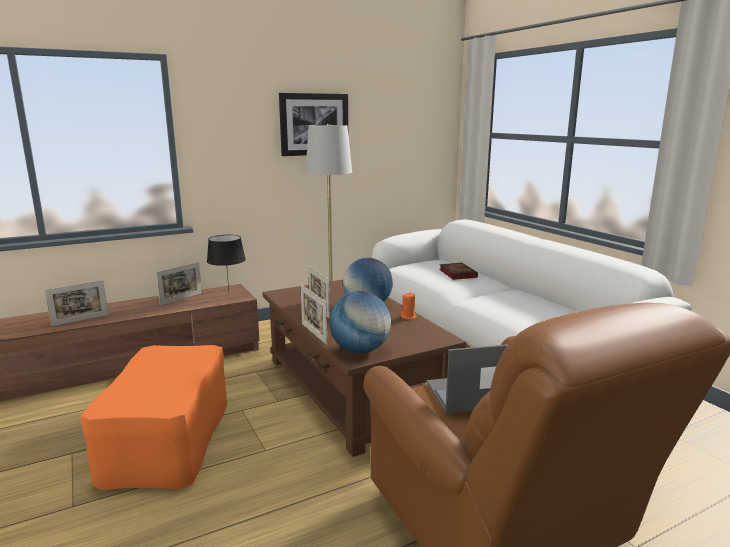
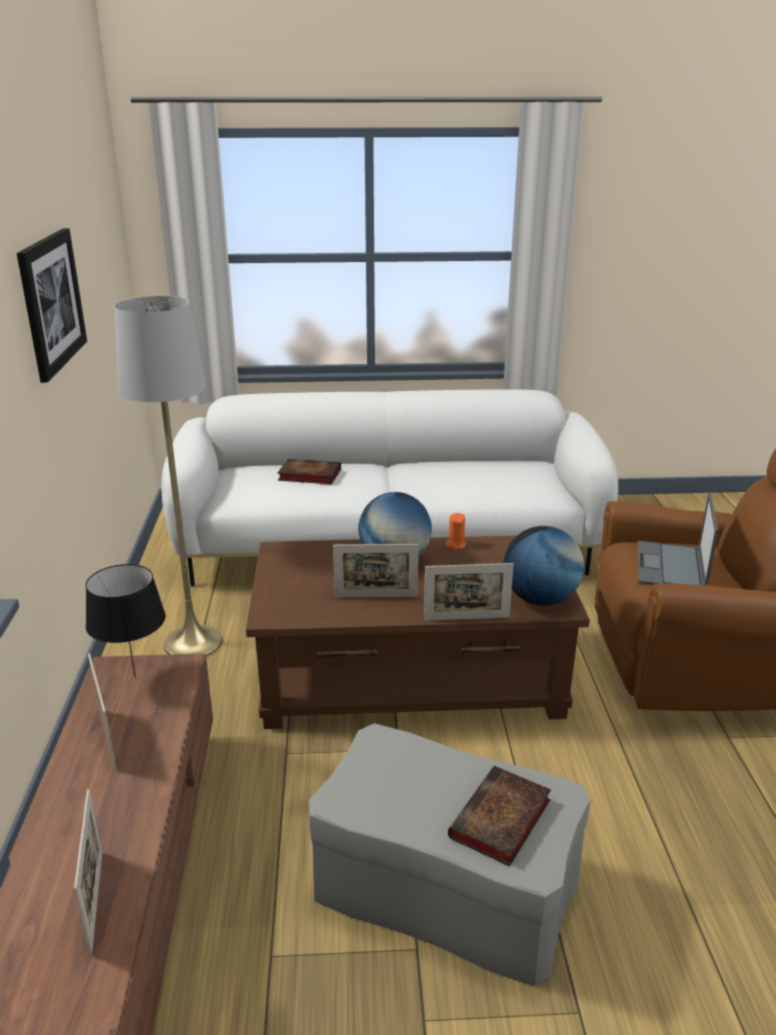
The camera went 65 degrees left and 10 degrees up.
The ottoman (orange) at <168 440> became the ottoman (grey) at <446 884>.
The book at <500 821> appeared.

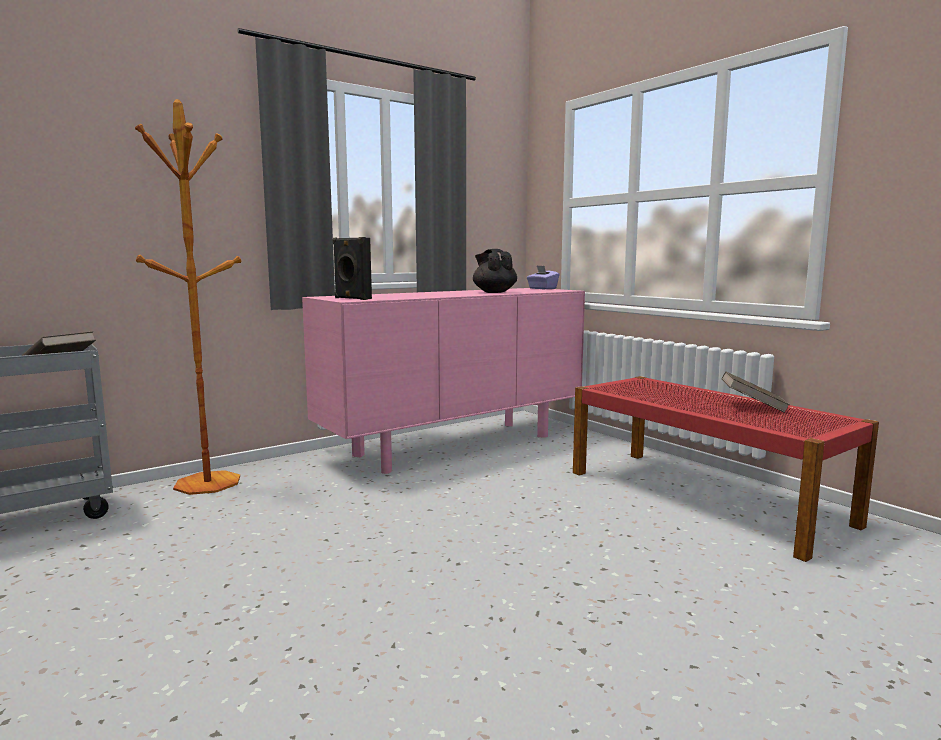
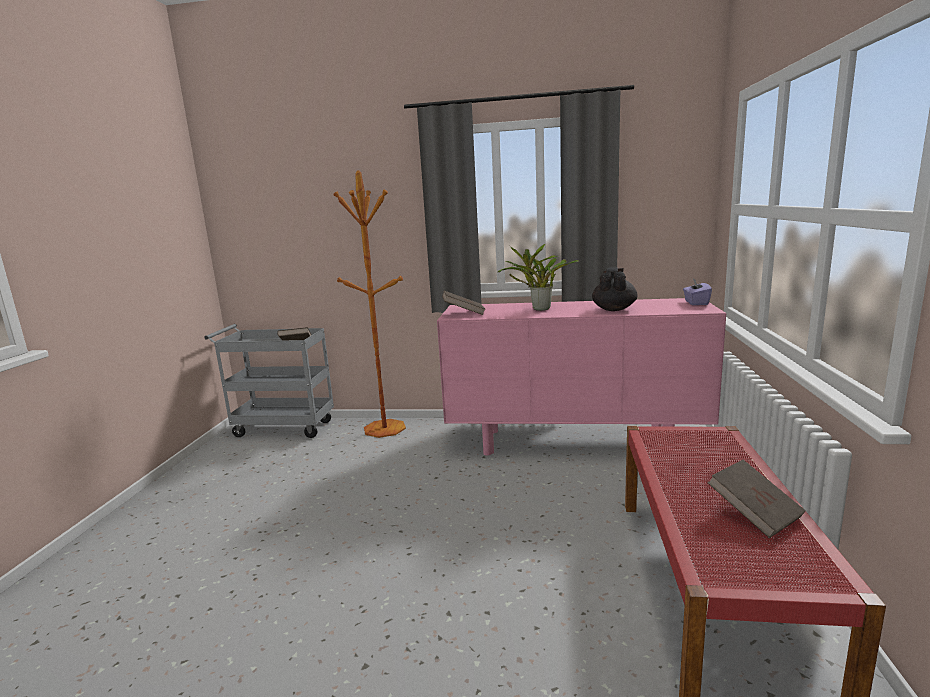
The camera went 45 degrees right and 5 degrees up.
The speaker (black) at <352 298> was replaced by the book (brown) at <463 313>.
The potted plant at <538 309> appeared.

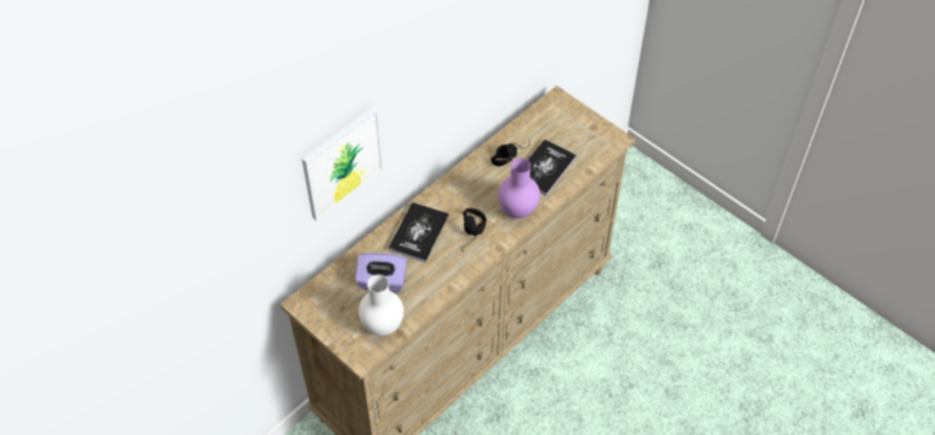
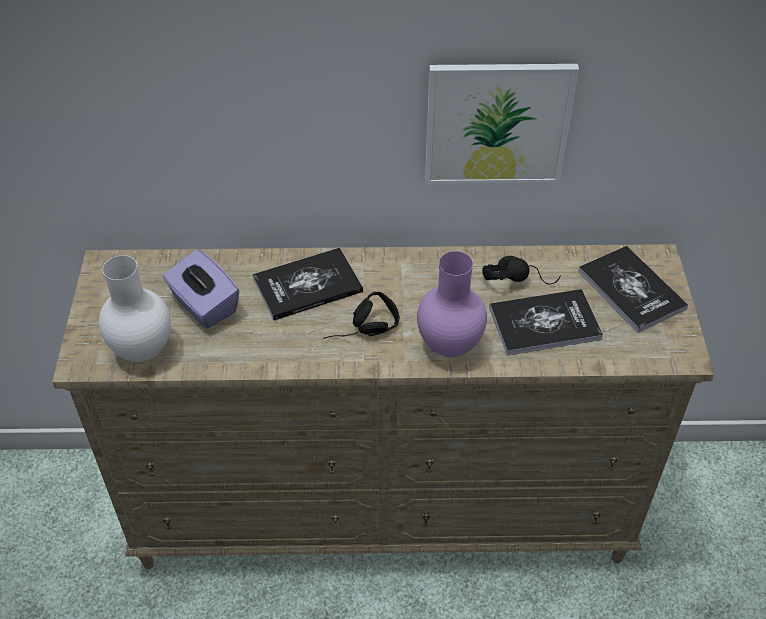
The camera went 45 degrees right and 5 degrees down.
The picture moved from <342 162> to <497 123>.
The book at <631 290> appeared.

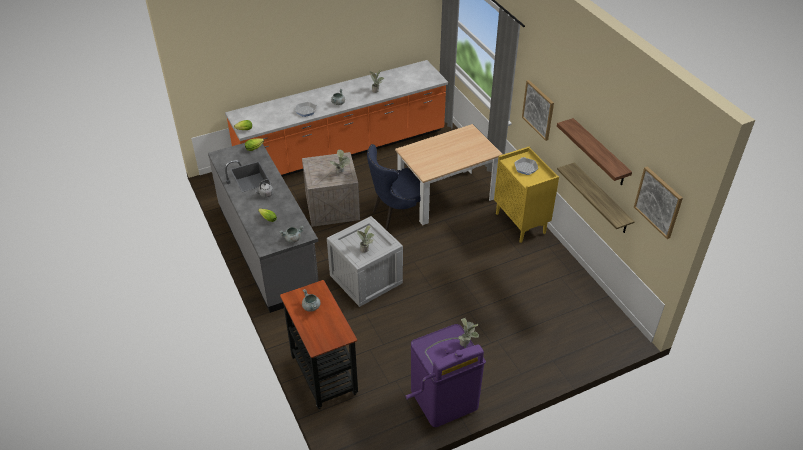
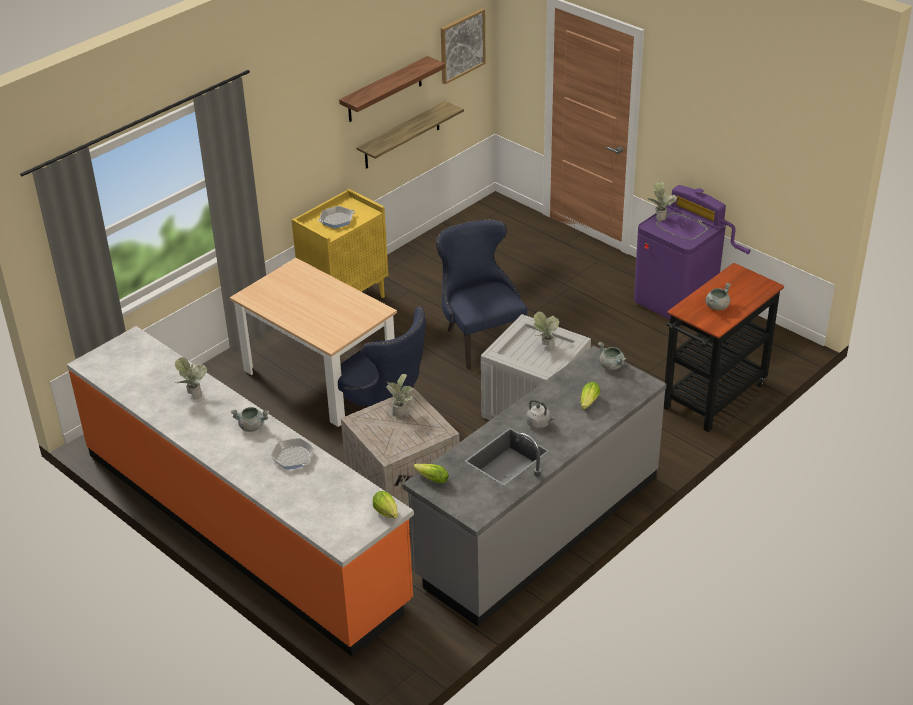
The camera went 110 degrees left and 5 degrees down.
The picture at <538 110> disappeared.
The chair (blue) at <480 340> appeared.

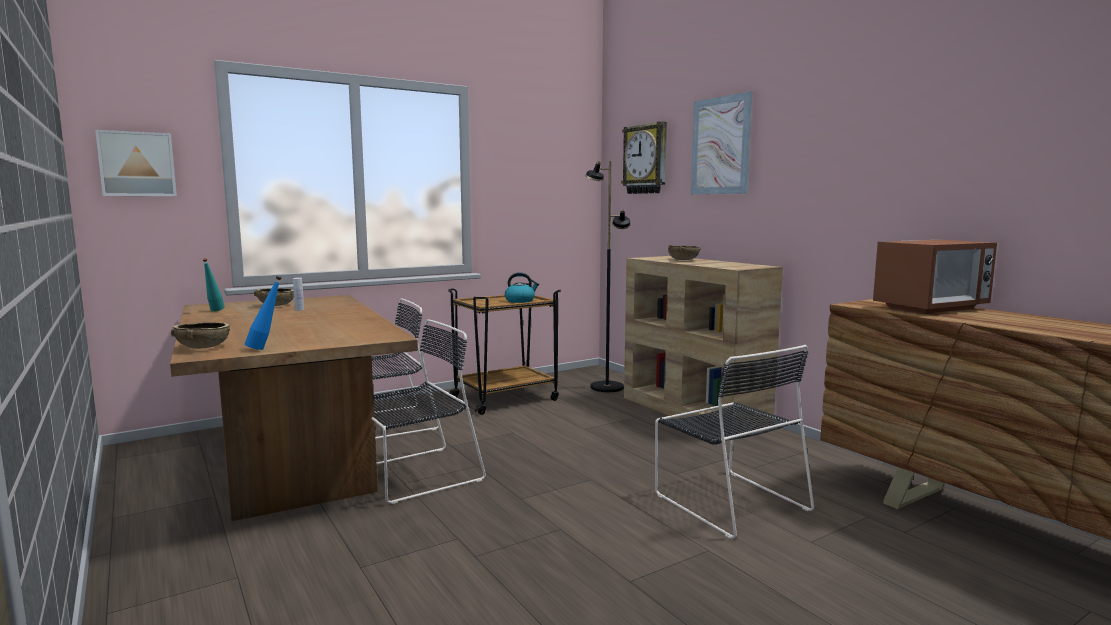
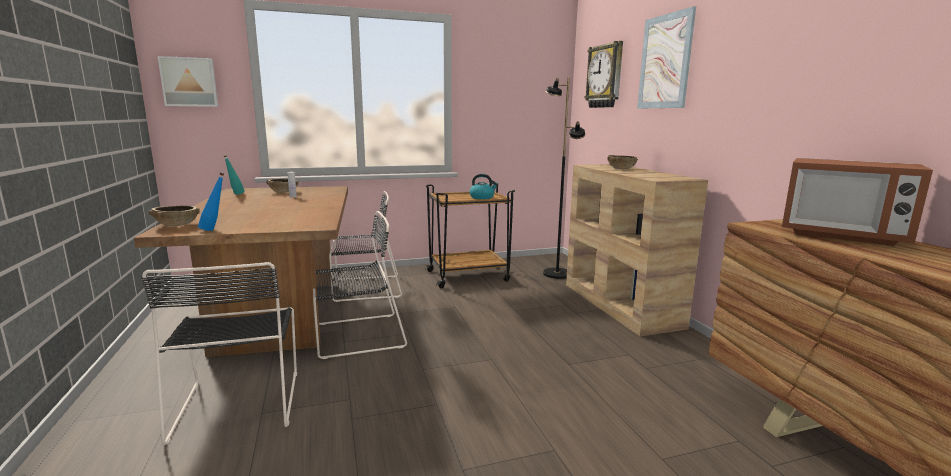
The camera went 15 degrees right and 5 degrees up.
The microwave at <931 308> turned 45 degrees clockwise.
The chair (black) moved from <728 500> to <239 401>.

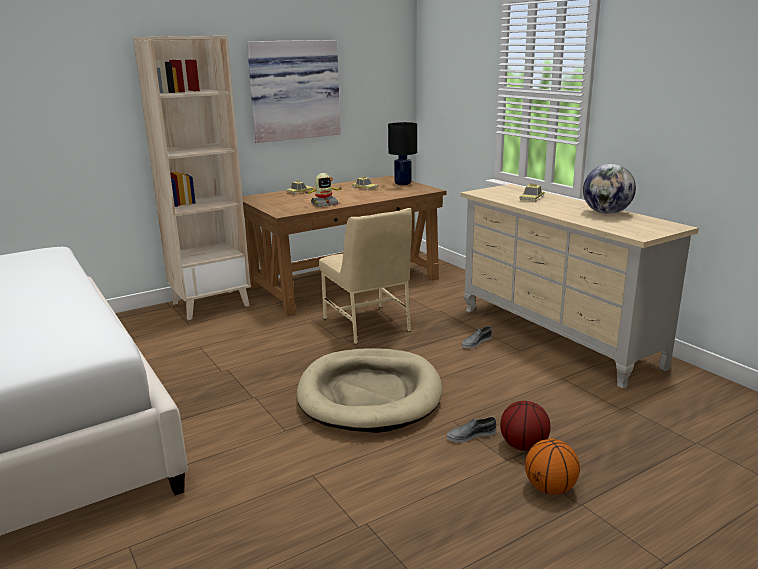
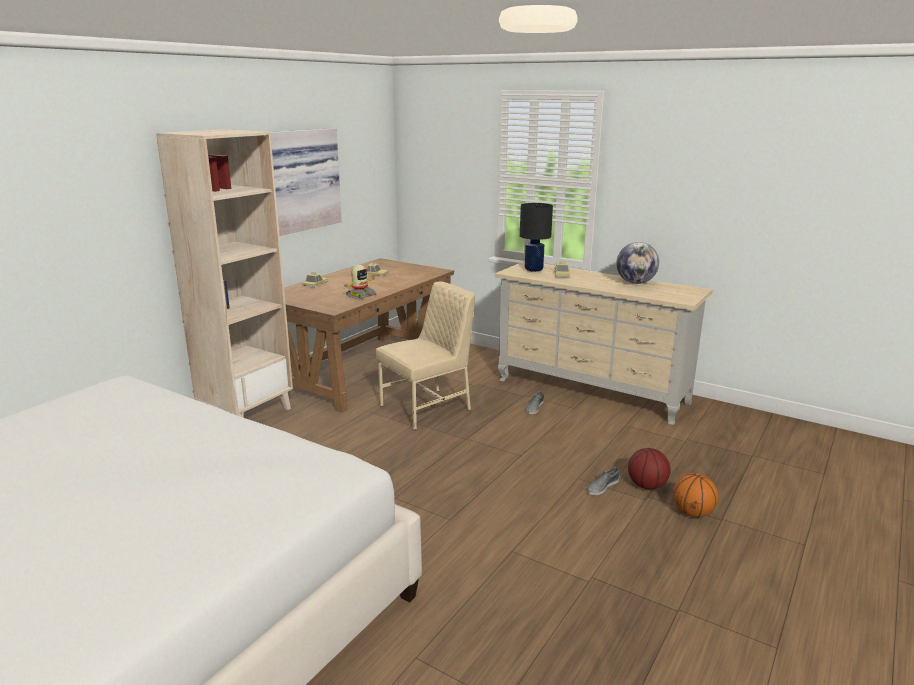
The camera went 25 degrees left and 0 degrees up.
The table lamp (black) moved from <402 184> to <533 270>.
The chair (beige) at <368 325> turned 75 degrees counterclockwise.
The dog bed (beige) at <370 394> disappeared.

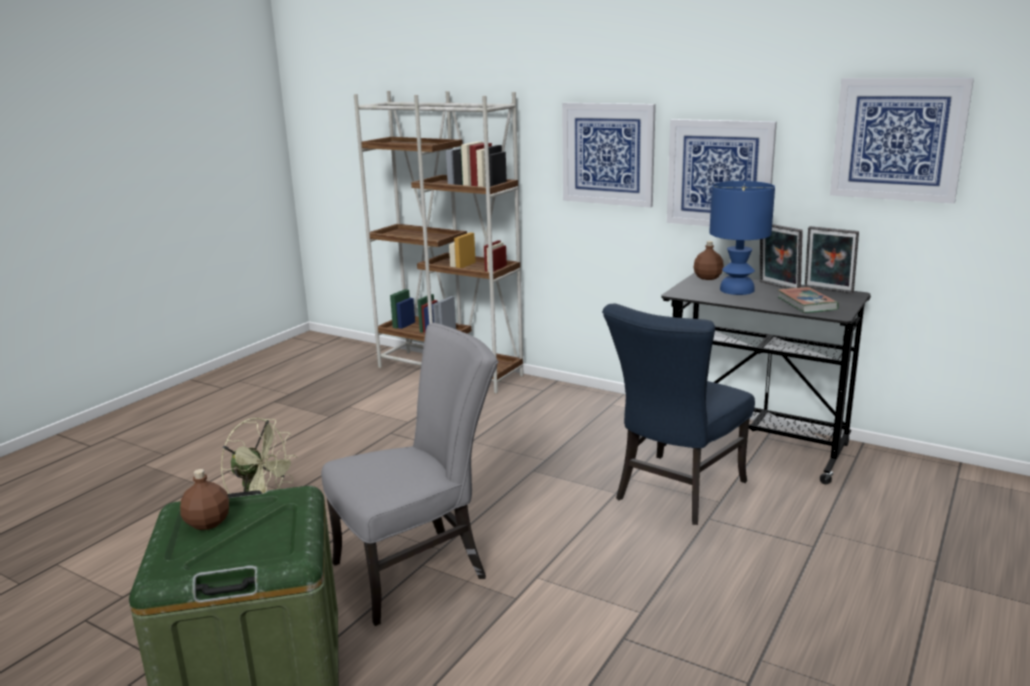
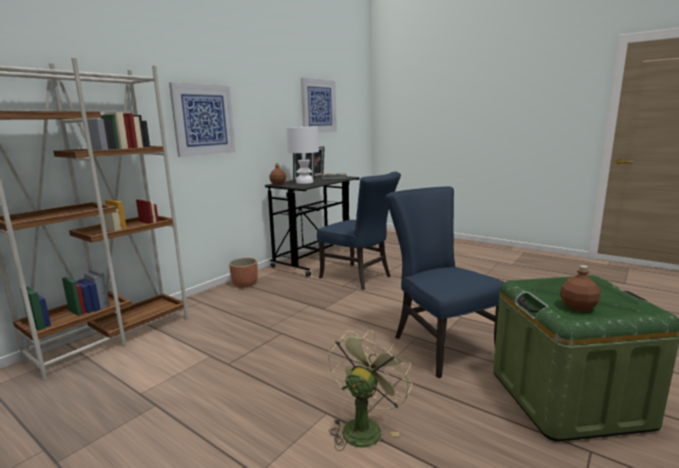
The camera went 85 degrees left and 5 degrees down.
The picture at <719 174> disappeared.
The table lamp (blue) at <736 290> became the table lamp (white) at <304 182>.
The chair (grey) at <419 569> became the chair (blue) at <439 344>.
The planter at <245 284> appeared.

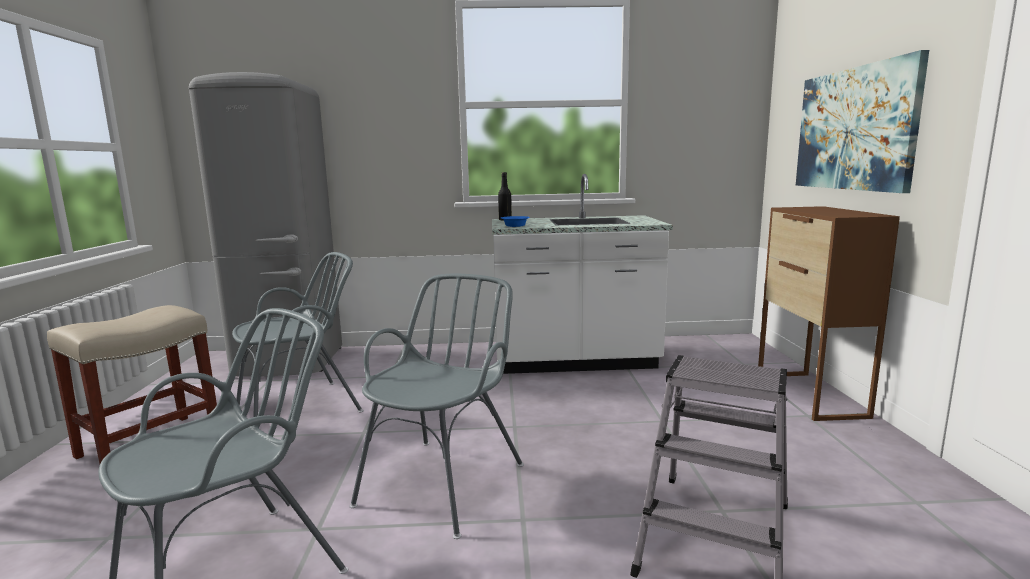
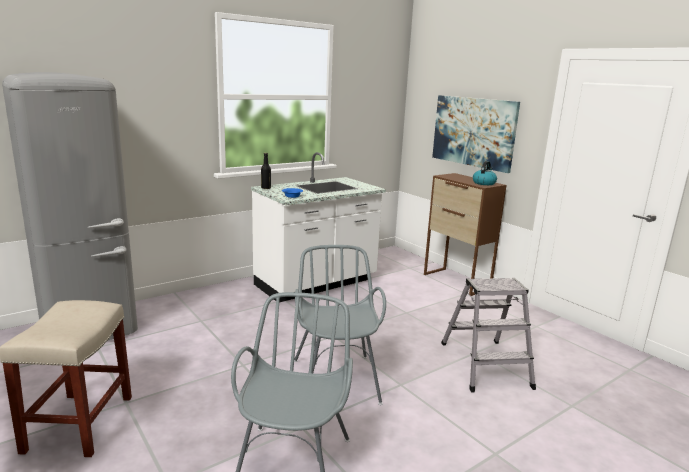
The camera went 35 degrees left and 5 degrees up.
The chair (grey) at <304 407> disappeared.
The kettle at <484 183> appeared.

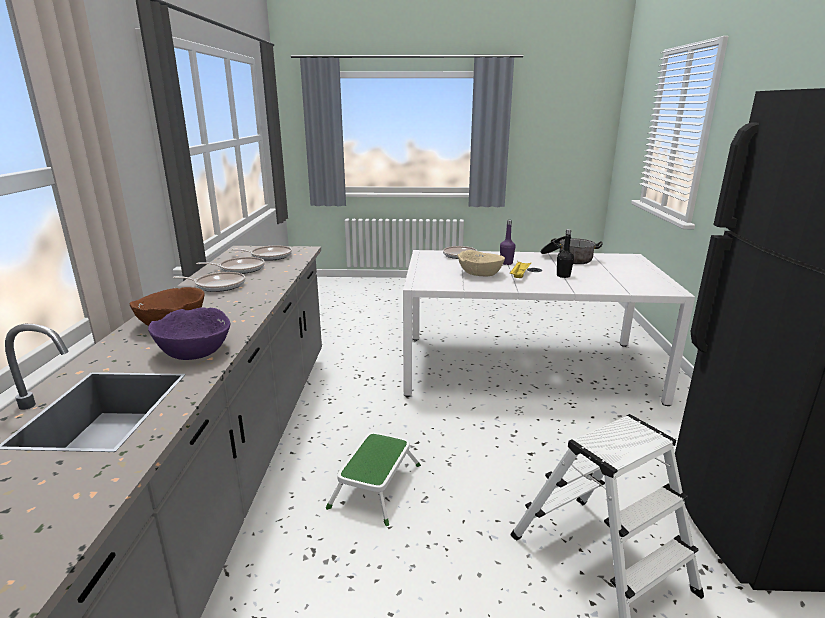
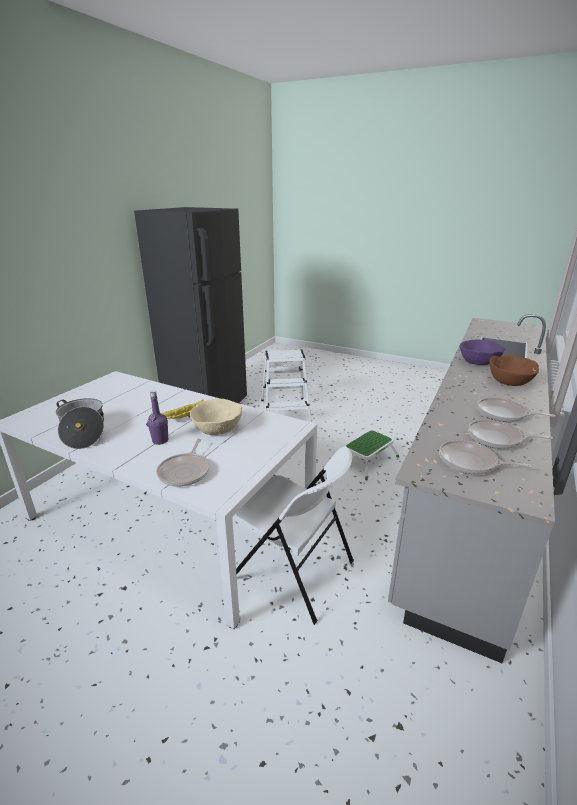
The camera went 155 degrees left and 5 degrees up.
The bottle (black) at <563 276> disappeared.
The chair (white) at <292 571> appeared.

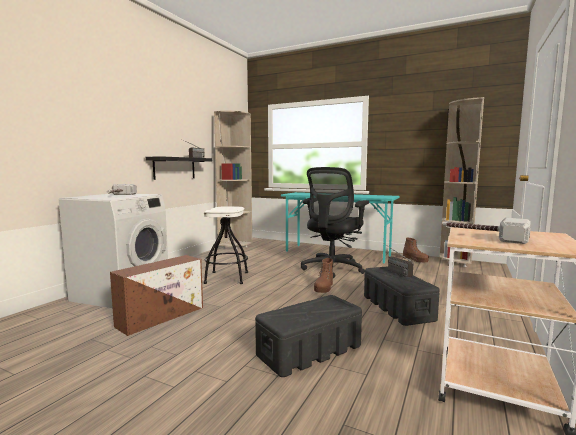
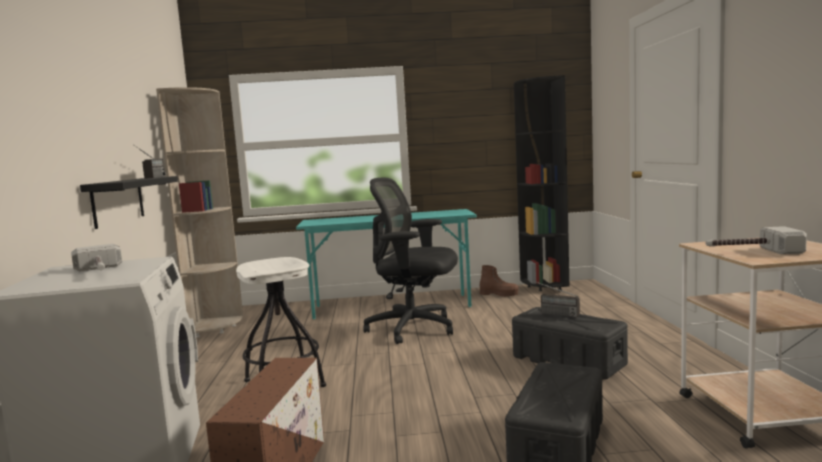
The camera went 30 degrees left and 0 degrees up.
The bookcase (beige) at <455 262> became the bookcase (black) at <545 288>.
The office chair (black) at <333 267> turned 105 degrees clockwise.
The boot (brown) at <324 288> disappeared.

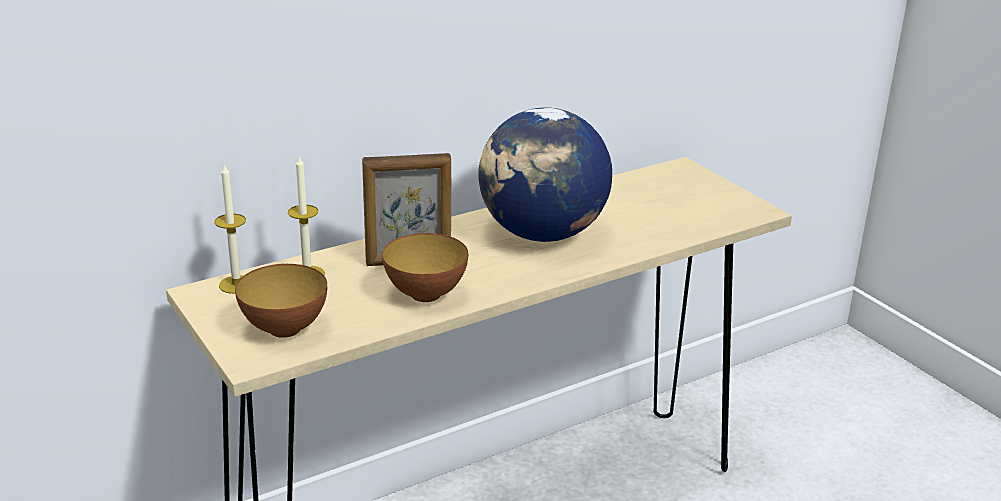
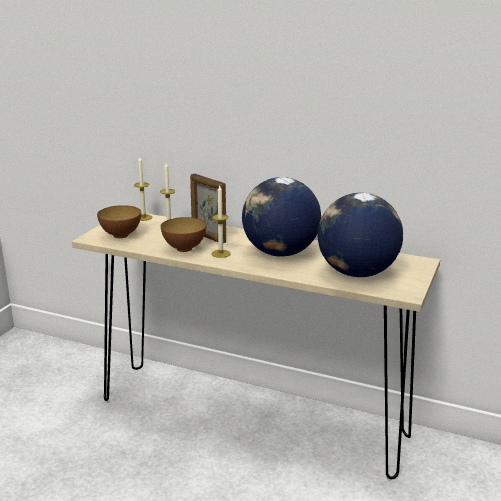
The camera went 55 degrees right and 5 degrees down.
The candle at <220 253> appeared.
The globe at <356 273> appeared.

